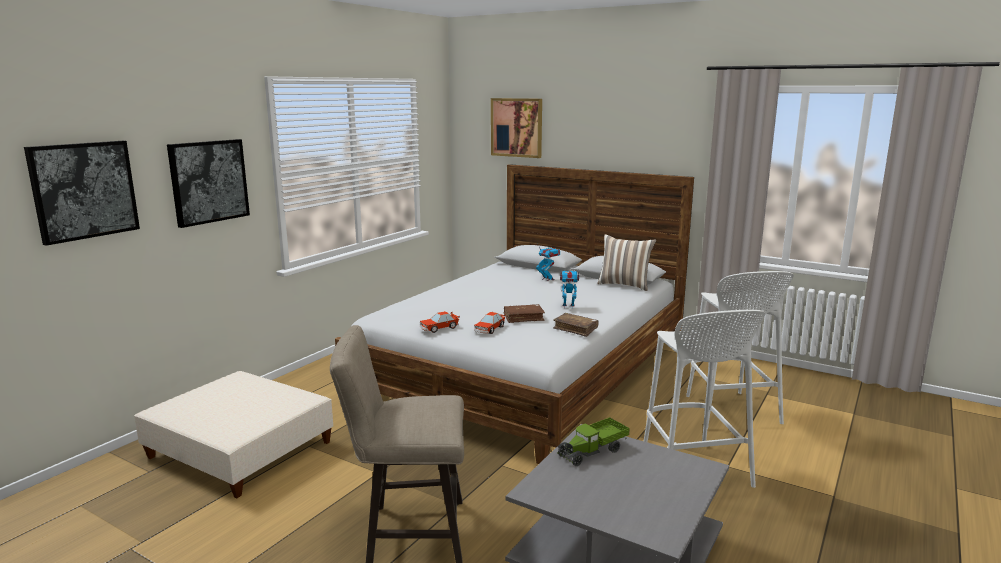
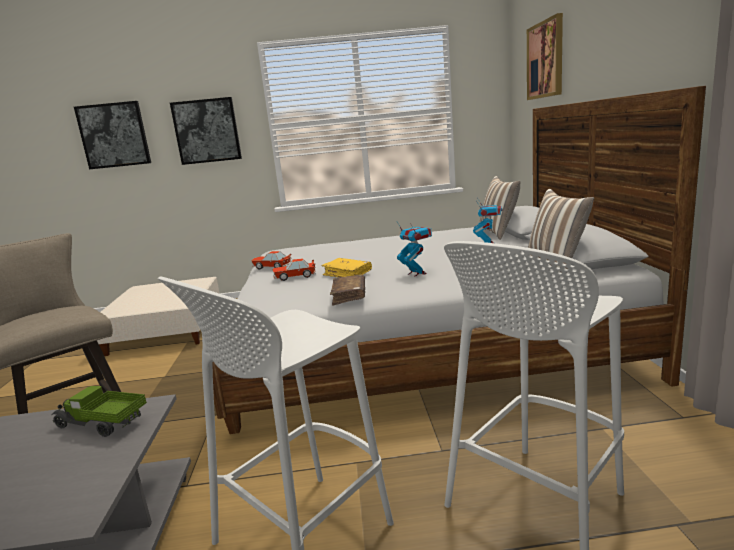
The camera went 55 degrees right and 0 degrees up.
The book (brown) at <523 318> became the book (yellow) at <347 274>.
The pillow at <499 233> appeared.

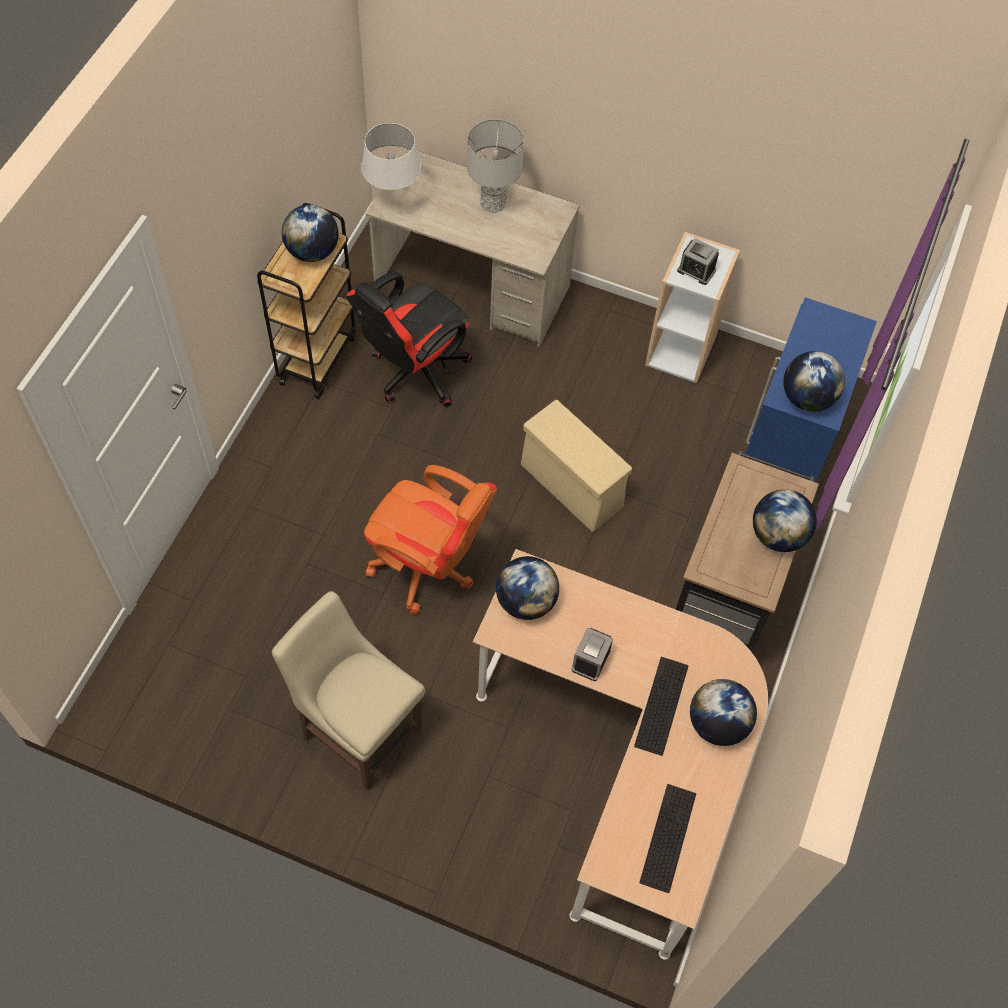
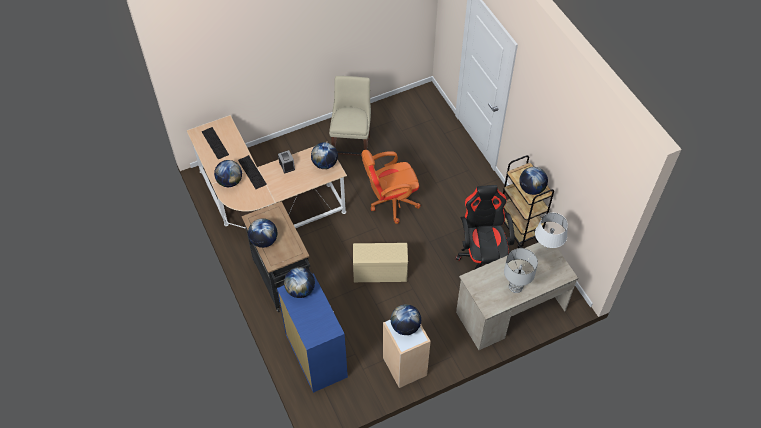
The camera went 135 degrees right and 5 degrees down.
The alarm clock at <696 270> was replaced by the globe at <405 327>.
The chair (beige) at <358 729> turned 75 degrees counterclockwise.

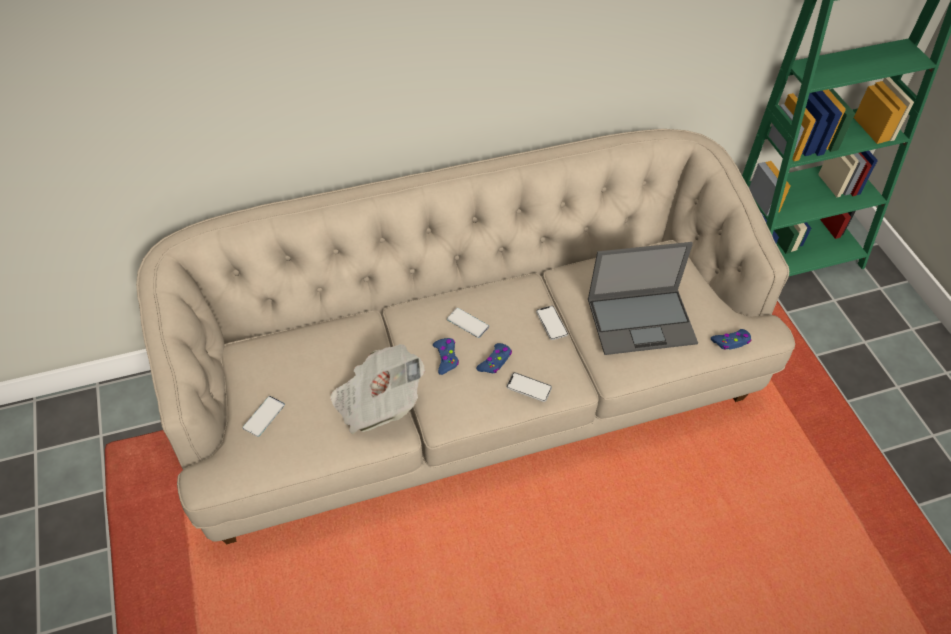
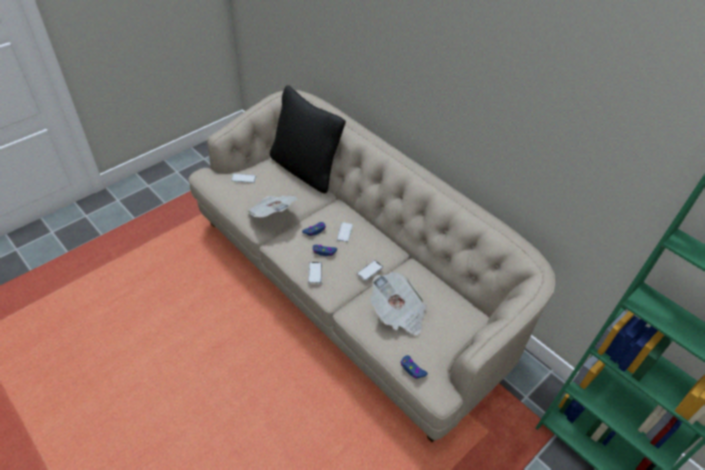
The camera went 65 degrees right and 5 degrees down.
The laptop at <642 320> was replaced by the newspaper at <398 313>.
The pillow (black) at <306 169> appeared.

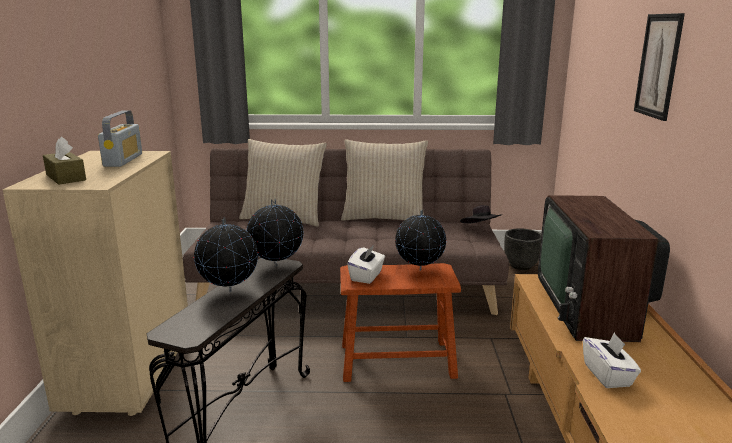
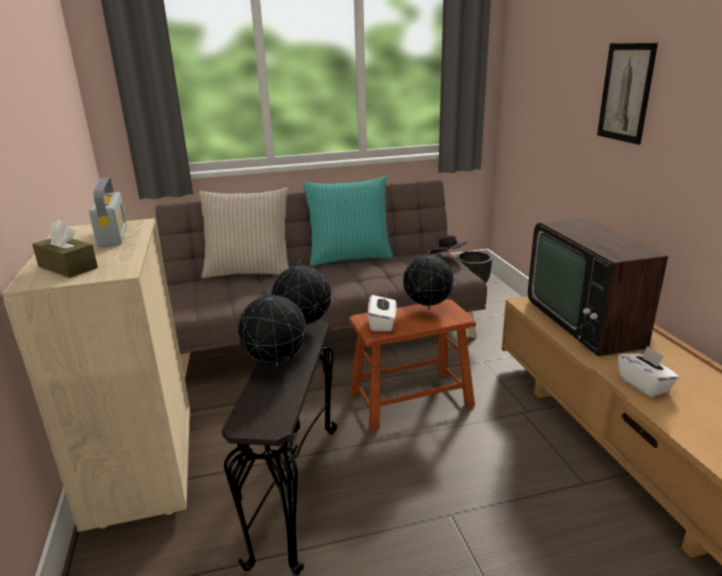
The camera went 15 degrees left and 5 degrees up.
The pillow (beige) at <384 217> became the pillow (turquoise) at <350 257>.

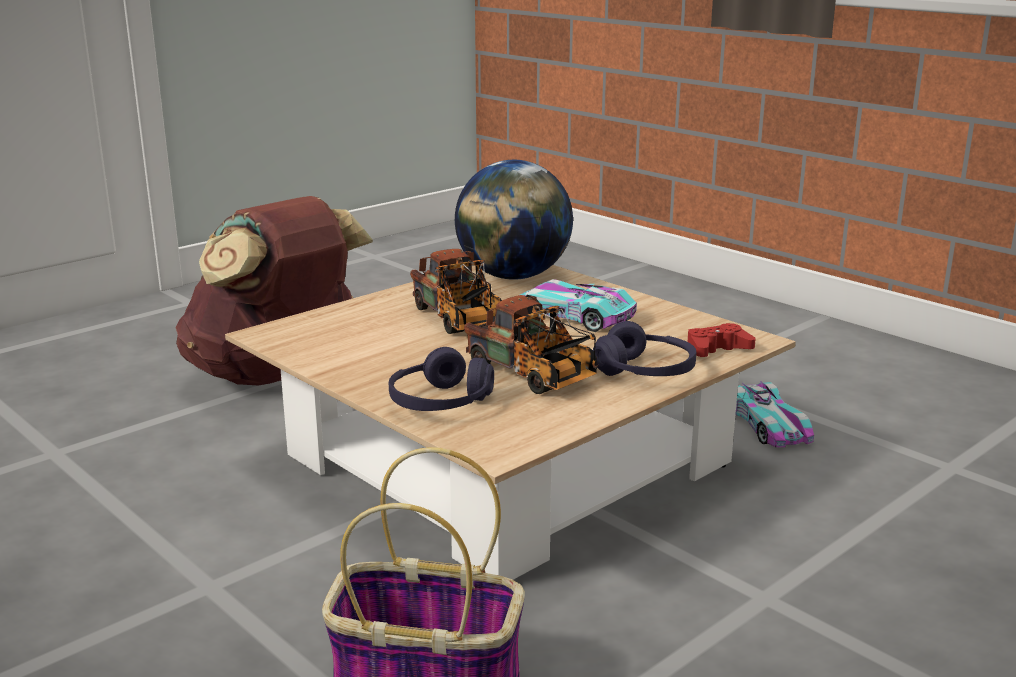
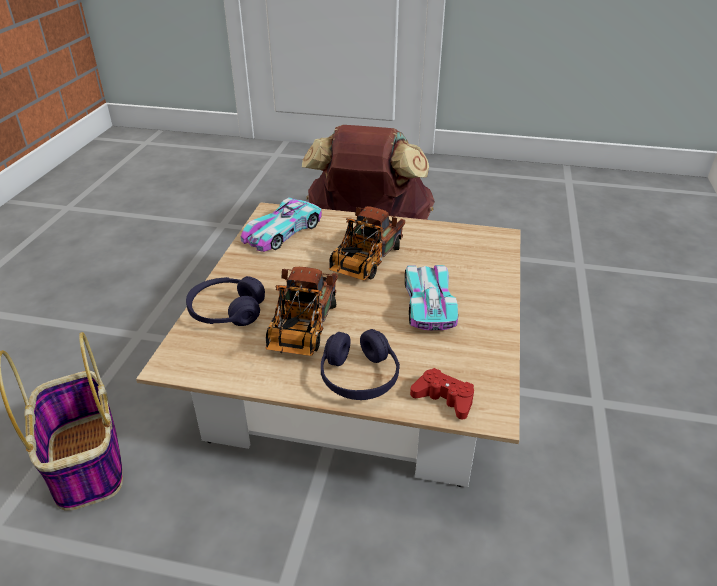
The camera went 55 degrees right and 15 degrees up.
The globe at <513 276> disappeared.
The toy car moved from <766 424> to <282 232>.

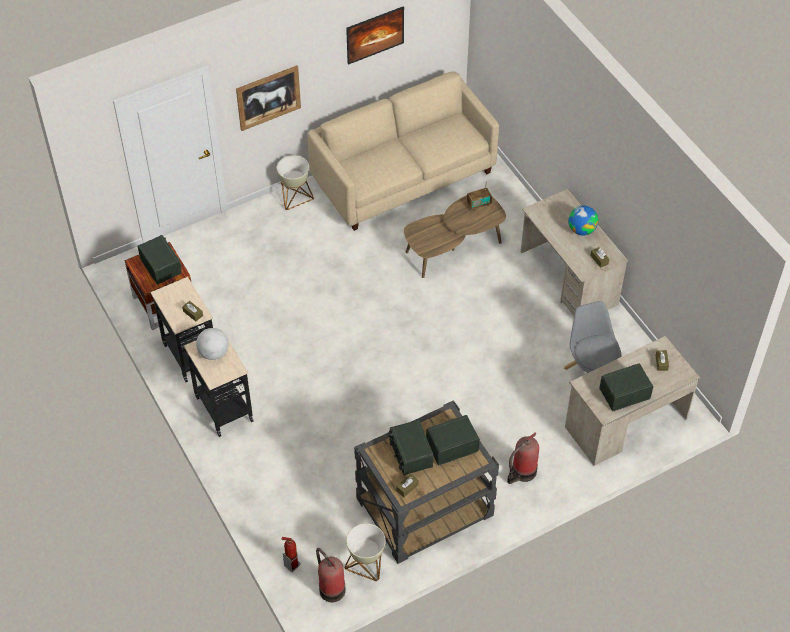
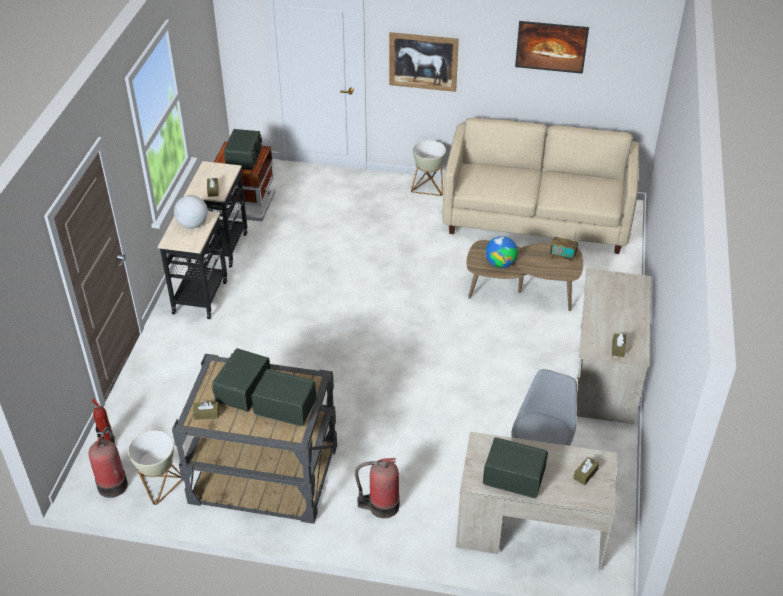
The camera went 40 degrees right and 10 degrees down.
The globe moved from <581 230> to <500 264>.

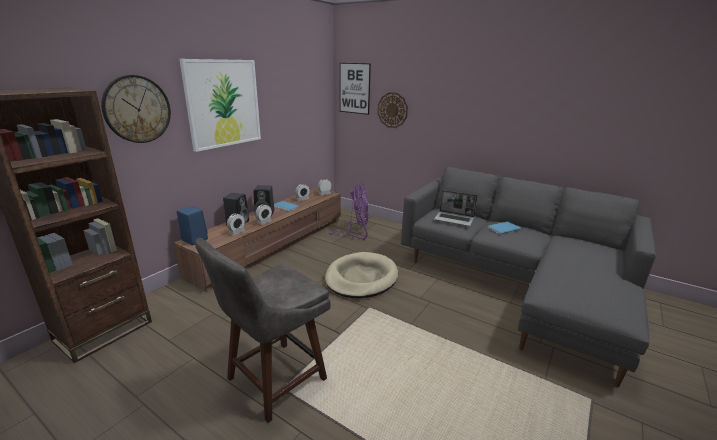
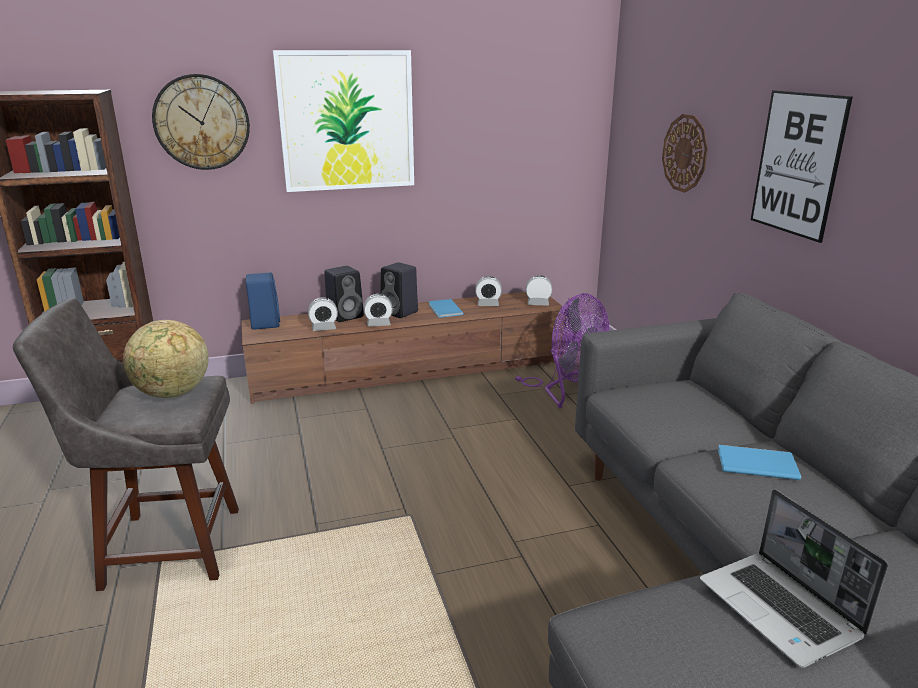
The camera went 40 degrees right and 0 degrees up.
The picture moved from <354 88> to <797 164>.
The laptop moved from <454 219> to <781 609>.
The dog bed (beige) at <361 278> disappeared.
The globe at <173 394> appeared.

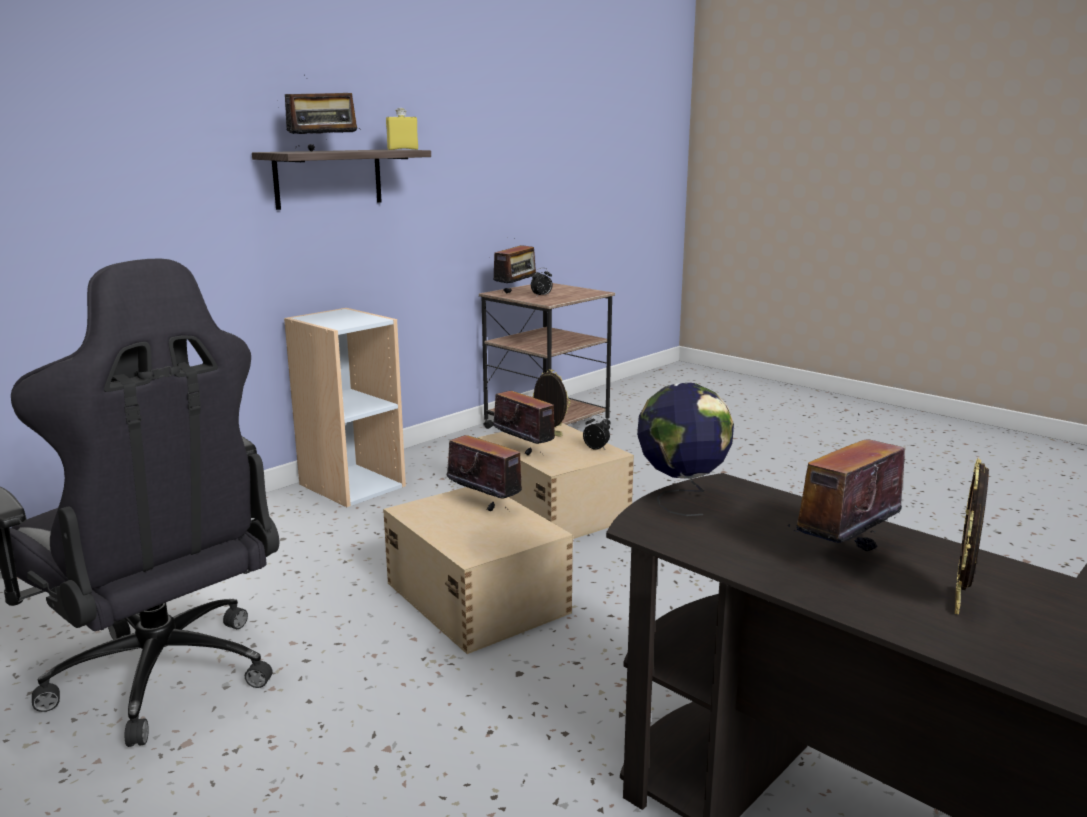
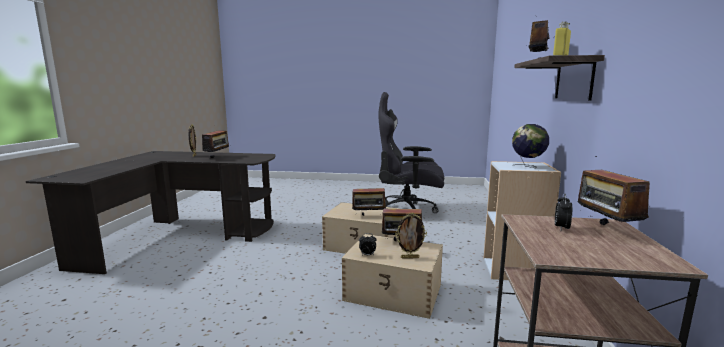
The camera went 145 degrees right and 5 degrees down.
The globe moved from <681 499> to <527 167>.

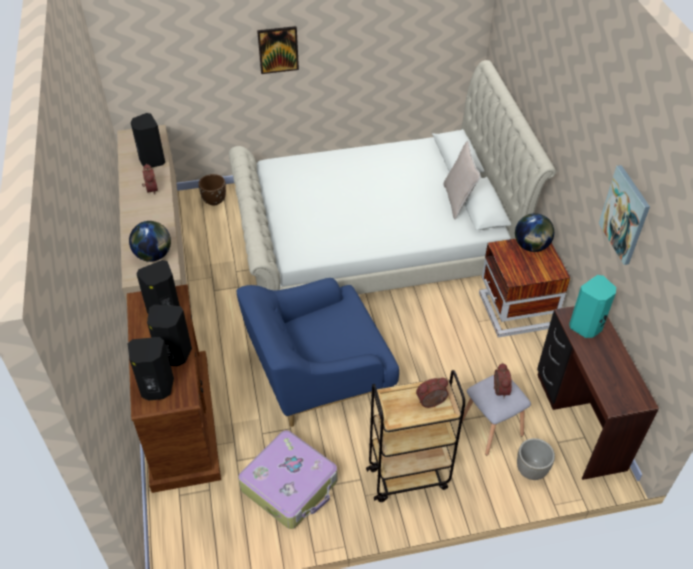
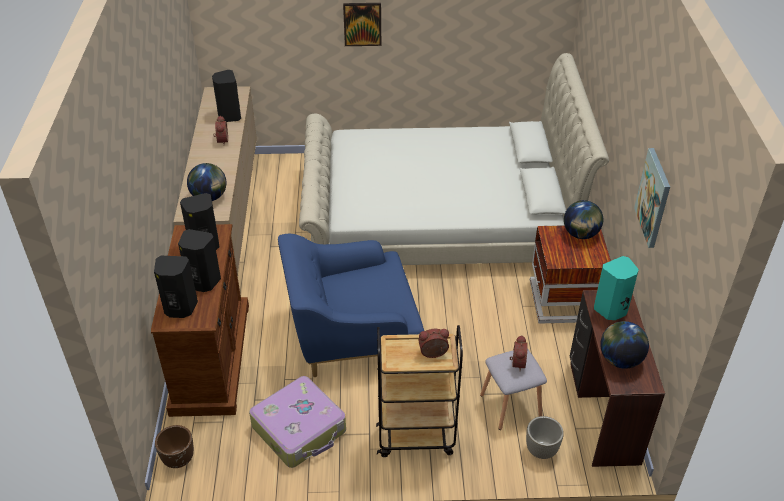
The camera went 10 degrees right and 5 degrees down.
The pillow (beige) at <458 201> disappeared.
The planter (brown) moved from <214 201> to <178 459>.
The globe at <620 359> appeared.

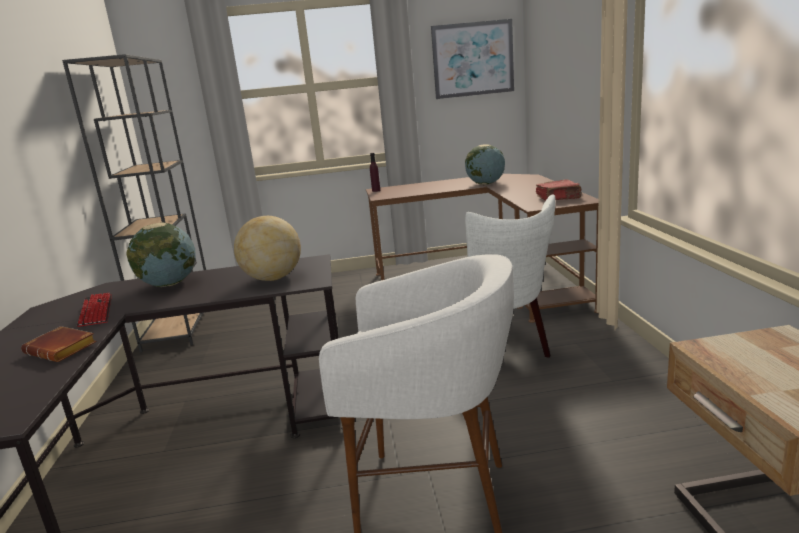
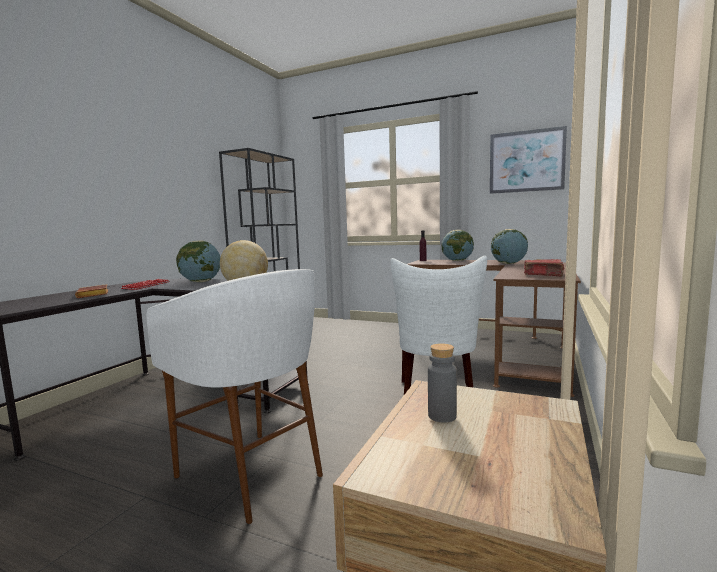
The camera went 30 degrees right and 10 degrees down.
The globe at <457 260> appeared.
The bottle (grey) at <442 416> appeared.

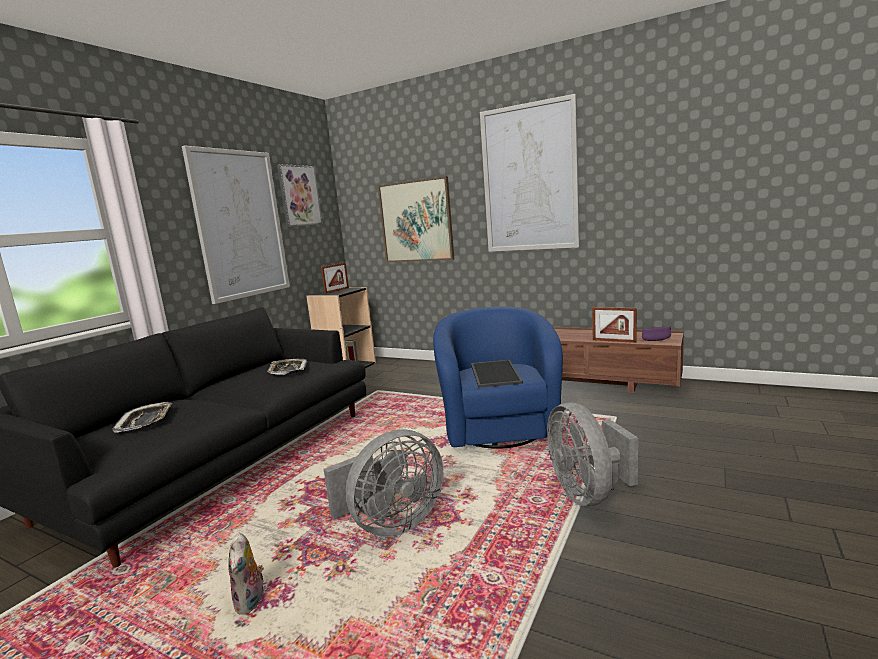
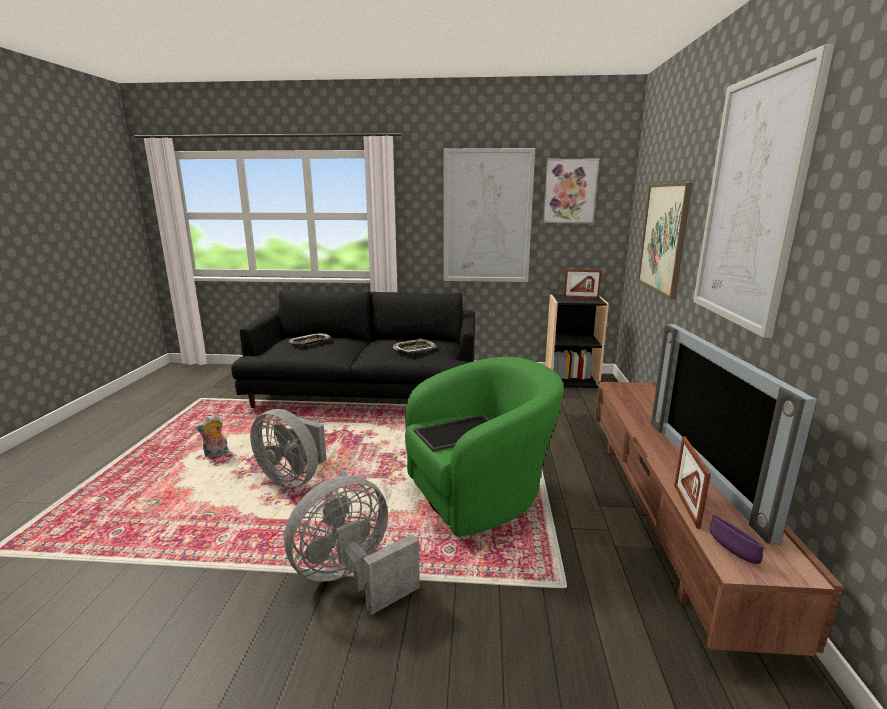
The camera went 65 degrees right and 5 degrees up.
The armchair (blue) at <499 428> became the armchair (green) at <480 495>.
The television at <710 470> appeared.

